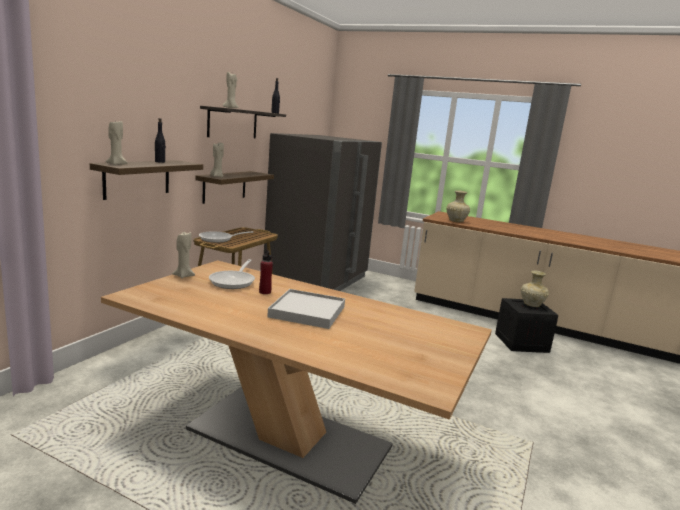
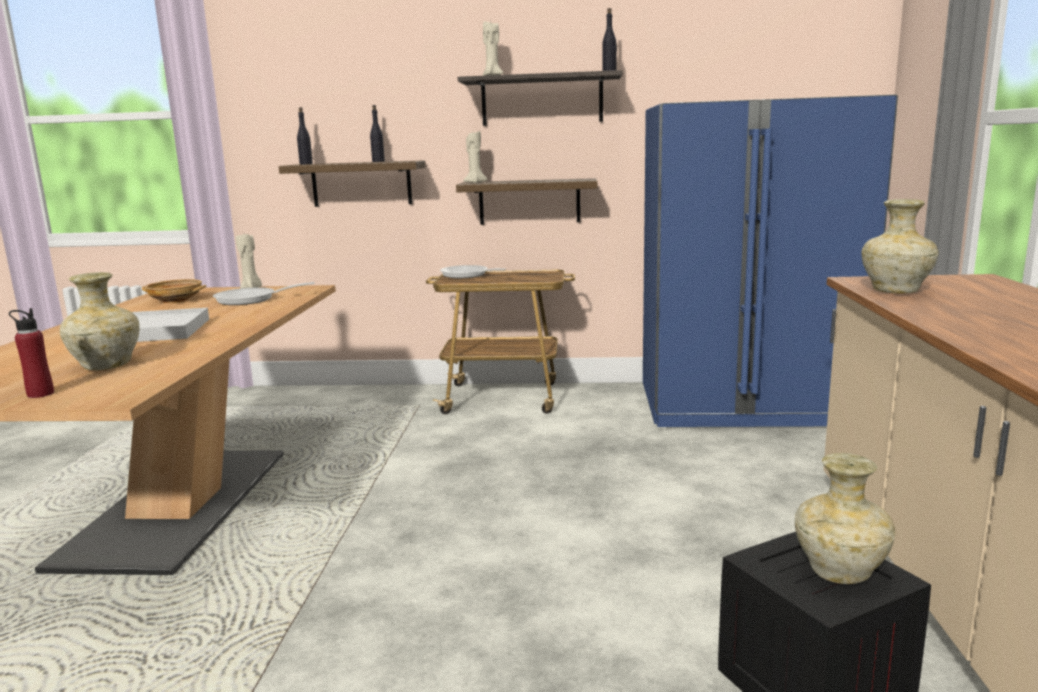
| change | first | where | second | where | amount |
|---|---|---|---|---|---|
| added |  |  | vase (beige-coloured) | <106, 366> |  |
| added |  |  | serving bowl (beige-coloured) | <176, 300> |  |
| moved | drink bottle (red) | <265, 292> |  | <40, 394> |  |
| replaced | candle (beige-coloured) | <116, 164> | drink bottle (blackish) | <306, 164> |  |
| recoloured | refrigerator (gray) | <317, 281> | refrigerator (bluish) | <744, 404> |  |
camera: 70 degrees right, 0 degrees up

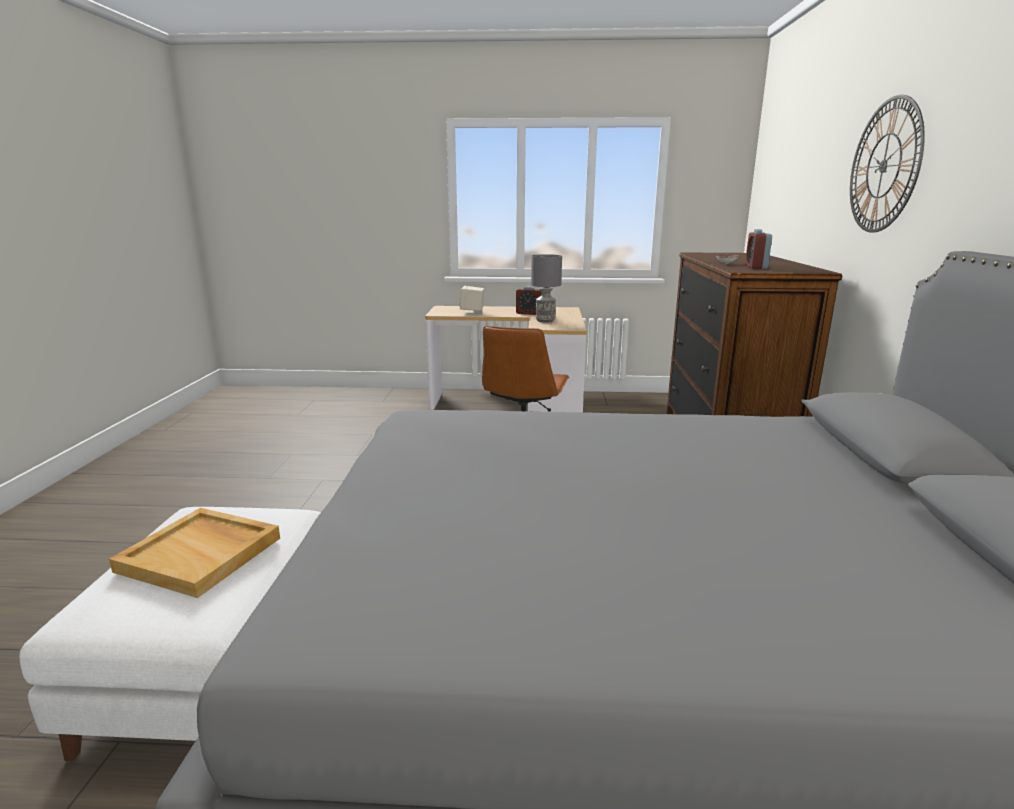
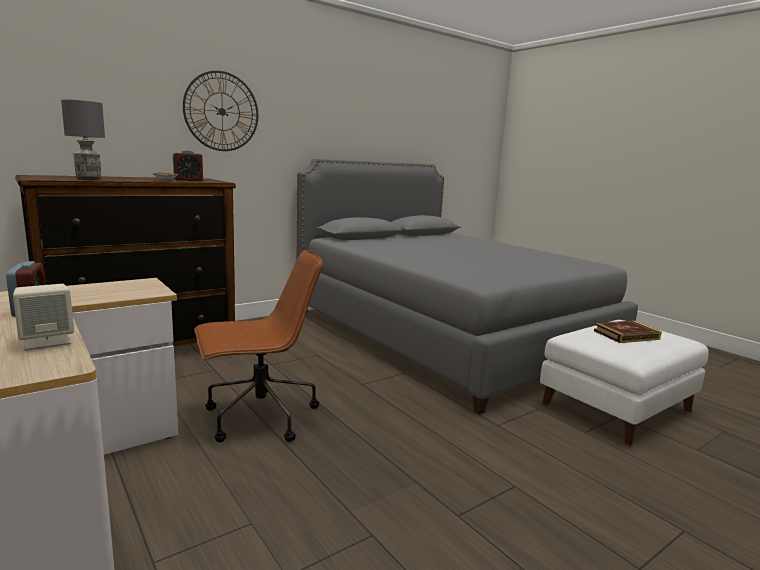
| change | first | where | second | where | amount |
|---|---|---|---|---|---|
| moved | tabletop lamp (gray) | <545, 321> |  | <89, 179> |  |
| replaced | serving tray (beige-coloured) | <202, 554> | bound book | <626, 335> |  |
camera: 130 degrees left, 5 degrees down

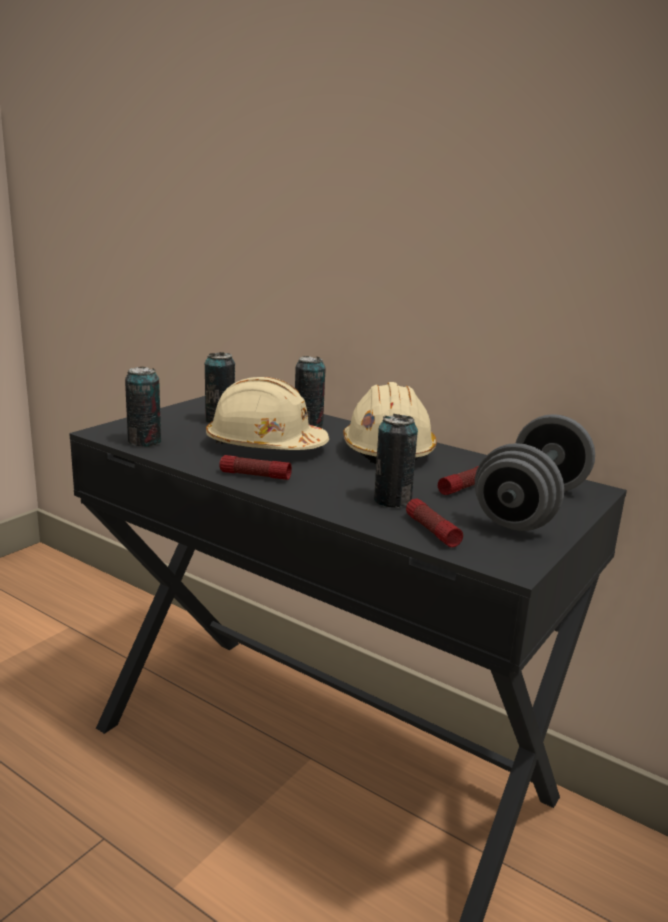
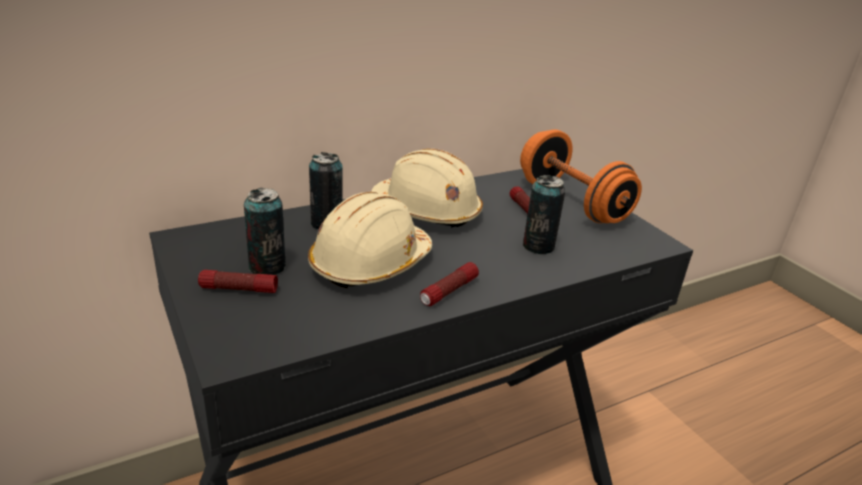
| change | first | where | second | where | amount |
|---|---|---|---|---|---|
| removed | can | <144, 442> |  |  |  |
| moved | torch | <431, 531> |  | <238, 289> |  |
| recoloured | free weight (gray) | <531, 507> | free weight (orange-coloured) | <572, 202> |  |
camera: 65 degrees left, 10 degrees up

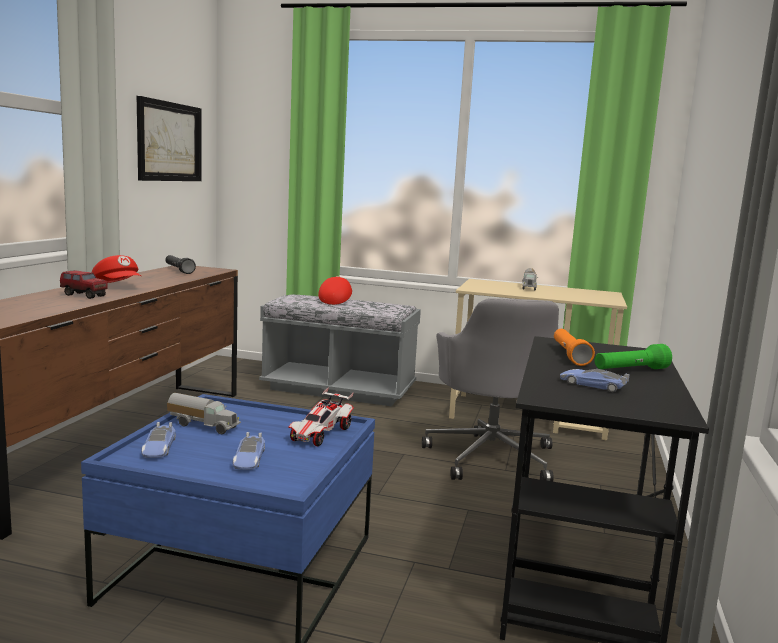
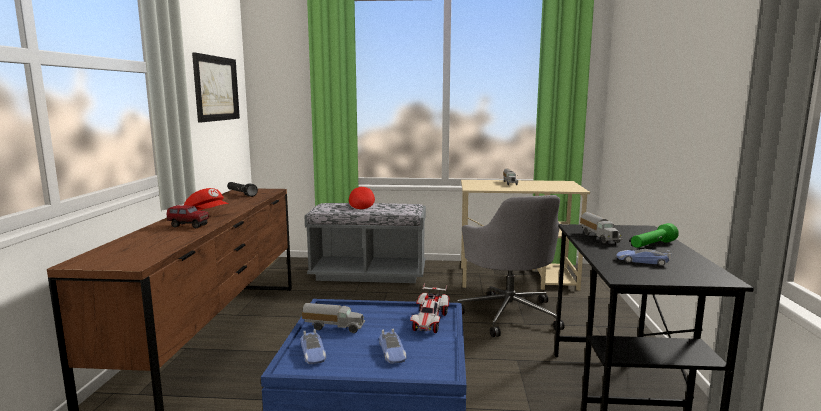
| change | first | where | second | where | amount |
|---|---|---|---|---|---|
| replaced | torch (orange-coloured) | <569, 355> | toy lorry | <599, 237> |  |
camera: 10 degrees left, 0 degrees up

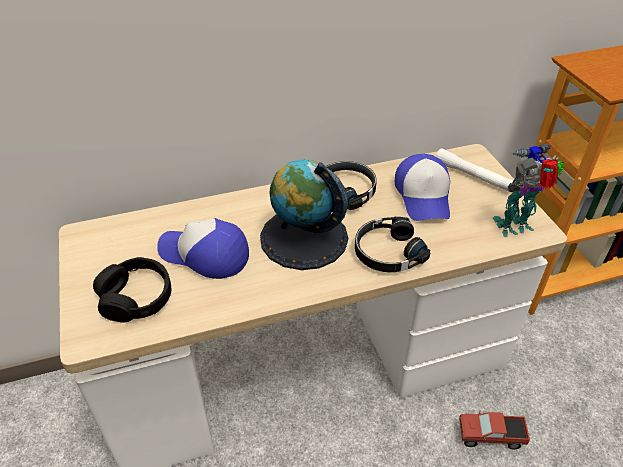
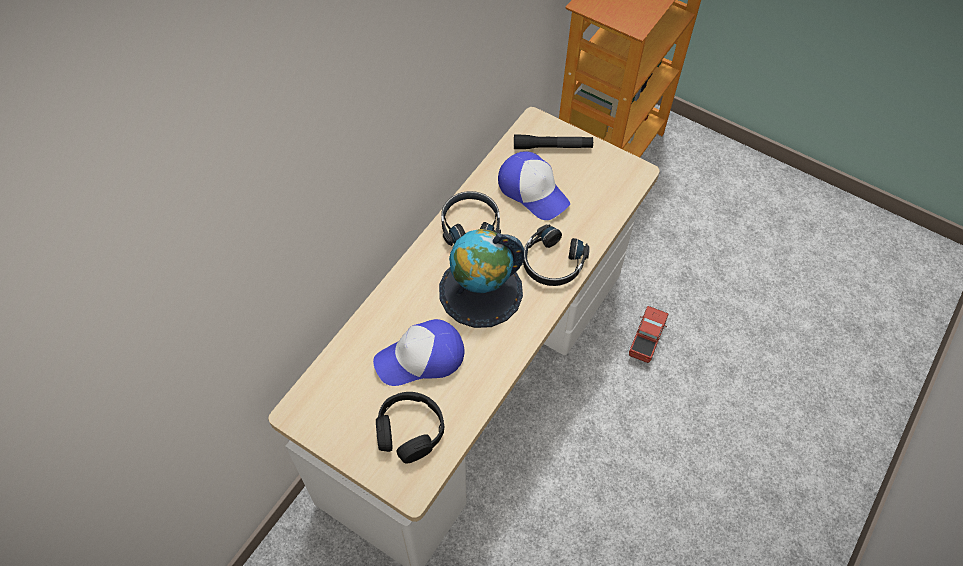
| change | first | where | second | where | amount |
|---|---|---|---|---|---|
| removed | toy robot | <516, 227> |  |  |  |
| recoloured | torch (whitish) | <473, 176> | torch (blackish) | <552, 147> |  |
| turned | toy lorry | <490, 436> |  | <646, 339> | 150 degrees clockwise |
camera: 40 degrees left, 15 degrees up

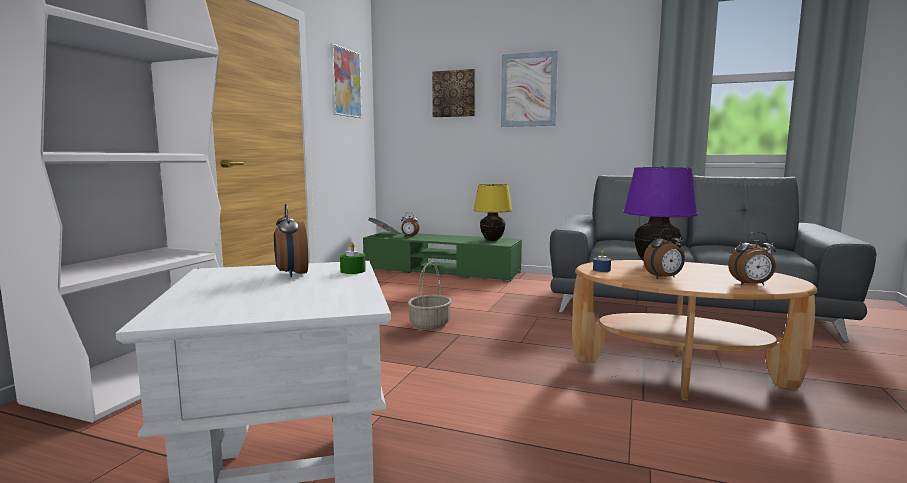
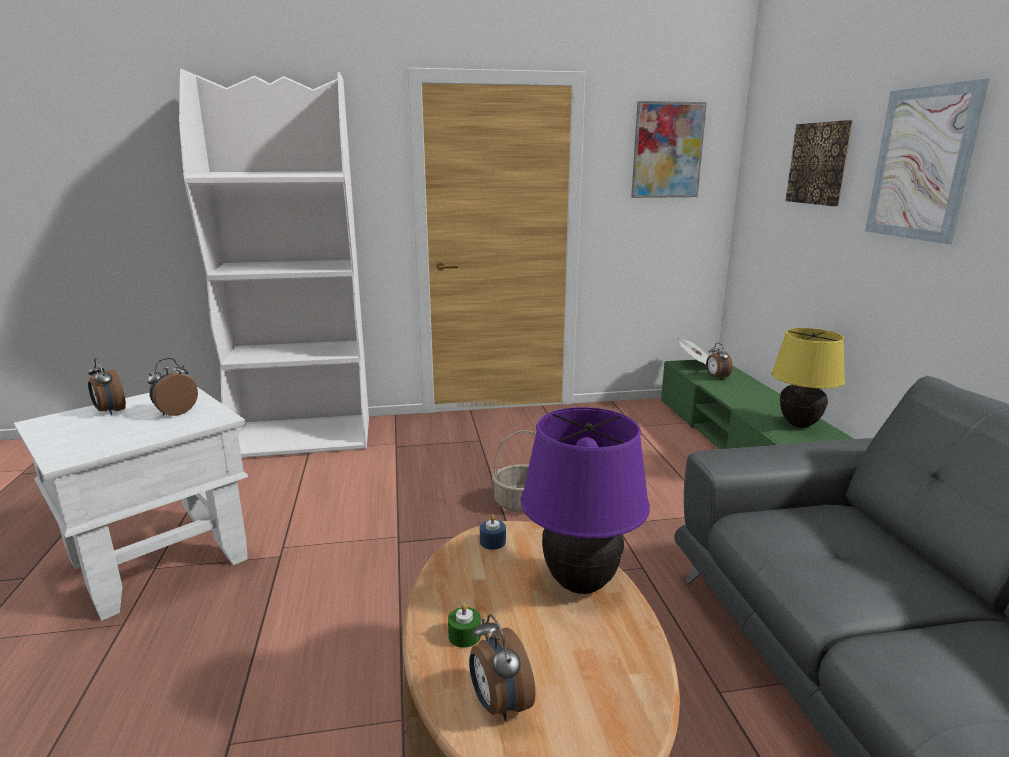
| change | first | where | second | where | amount |
|---|---|---|---|---|---|
| moved | candle (greenish) | <353, 271> |  | <464, 635> |  |
| moved | table clock | <664, 277> |  | <110, 411> |  |
camera: 60 degrees right, 10 degrees up

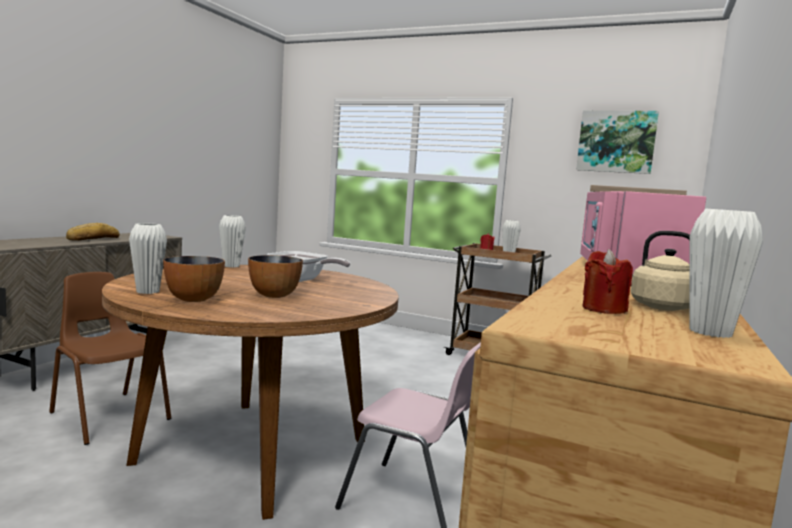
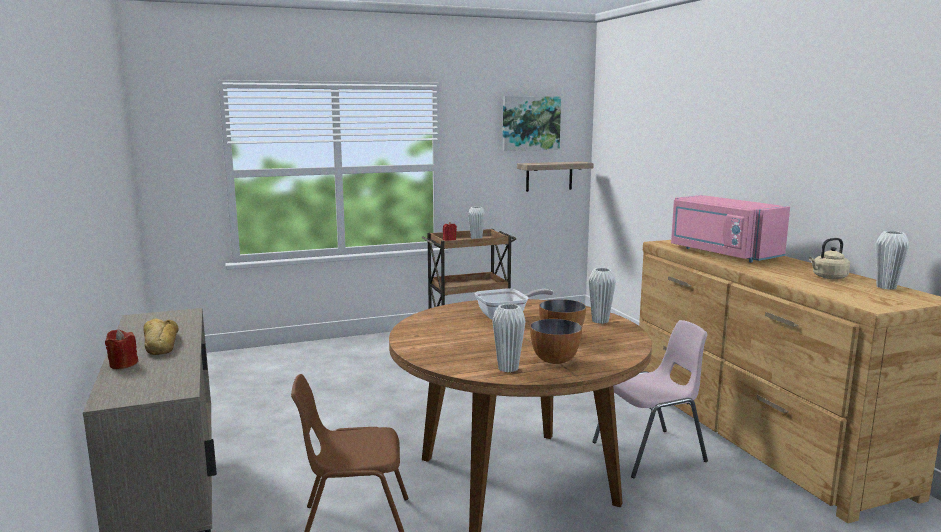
| change | first | where | second | where | amount |
|---|---|---|---|---|---|
| moved | vase (whitish) | <231, 266> |  | <600, 321> |  |
| moved | candle (red) | <603, 309> |  | <123, 364> |  |
camera: 45 degrees left, 5 degrees up

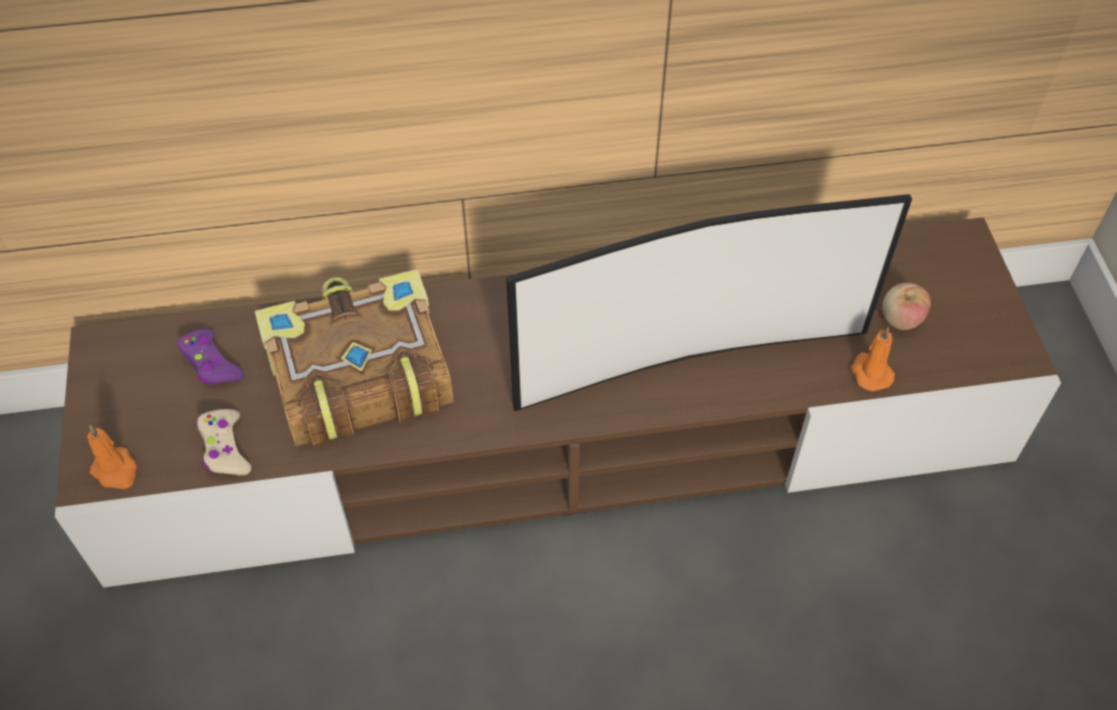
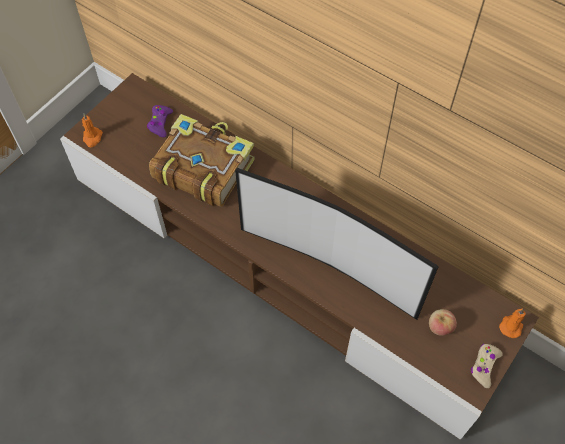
| change | first | where | second | where | amount |
|---|---|---|---|---|---|
| moved | gamepad (beige-coloured) | <225, 448> |  | <484, 366> |  |
| moved | candle (orange-coloured) | <870, 372> |  | <511, 326> |  |
camera: 45 degrees right, 5 degrees up

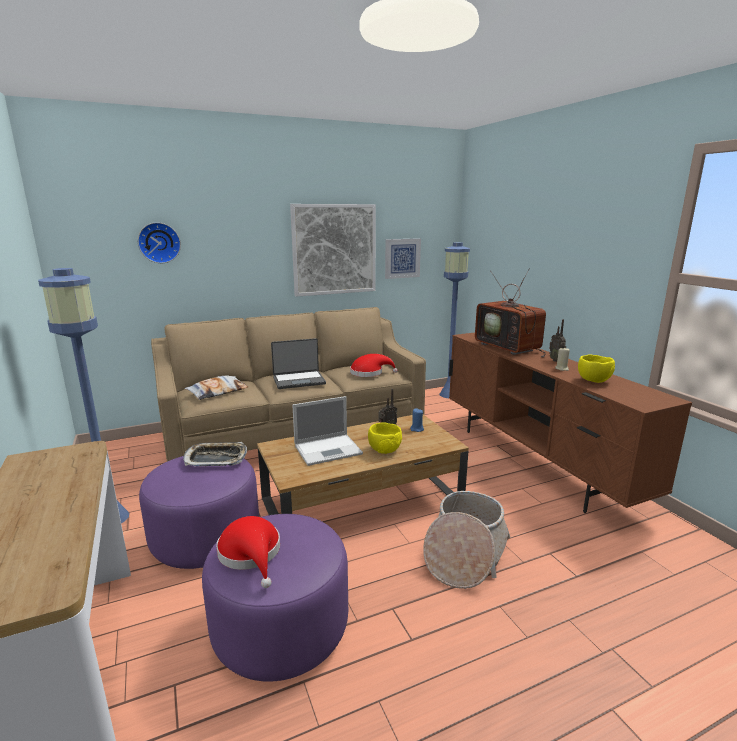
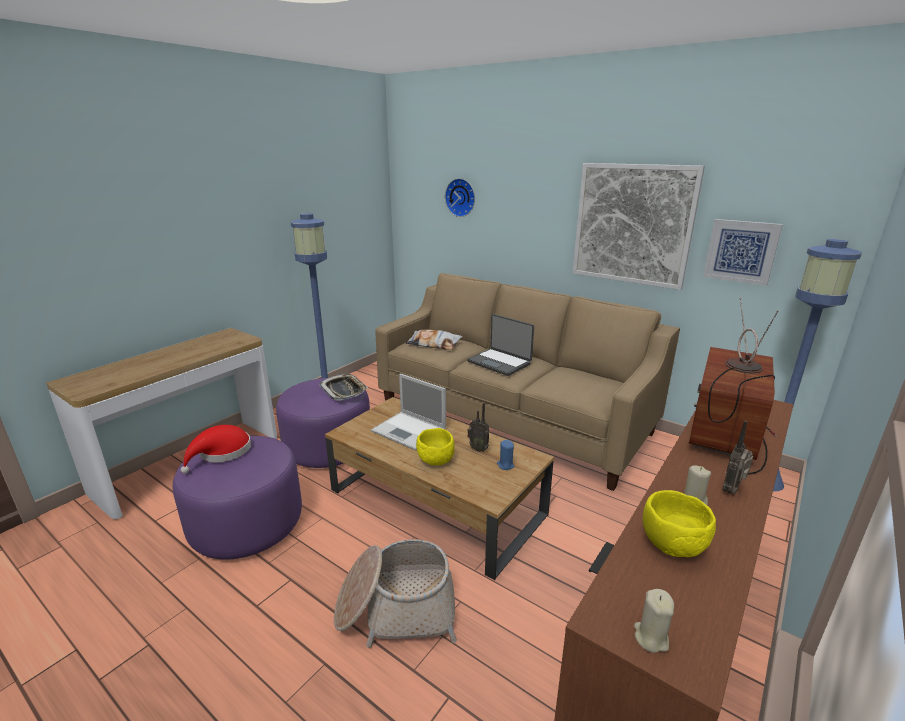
| change | first | where | second | where | amount |
|---|---|---|---|---|---|
| removed | clothing hat (red) | <369, 373> |  |  |  |
| added |  |  | candle (beige-coloured) | <651, 637> |  |
camera: 60 degrees right, 5 degrees up

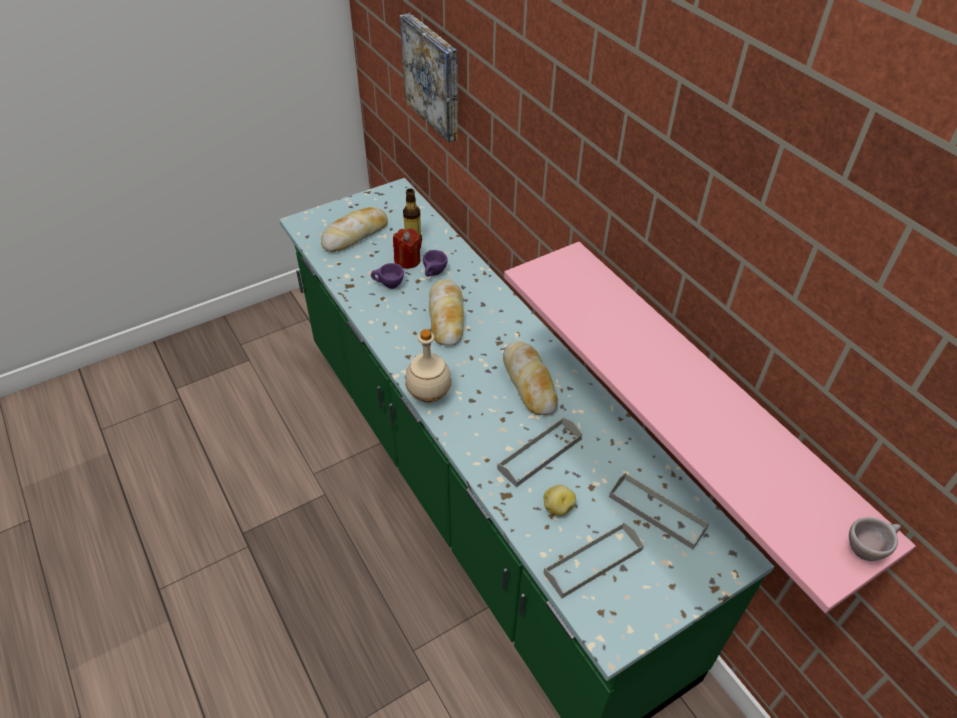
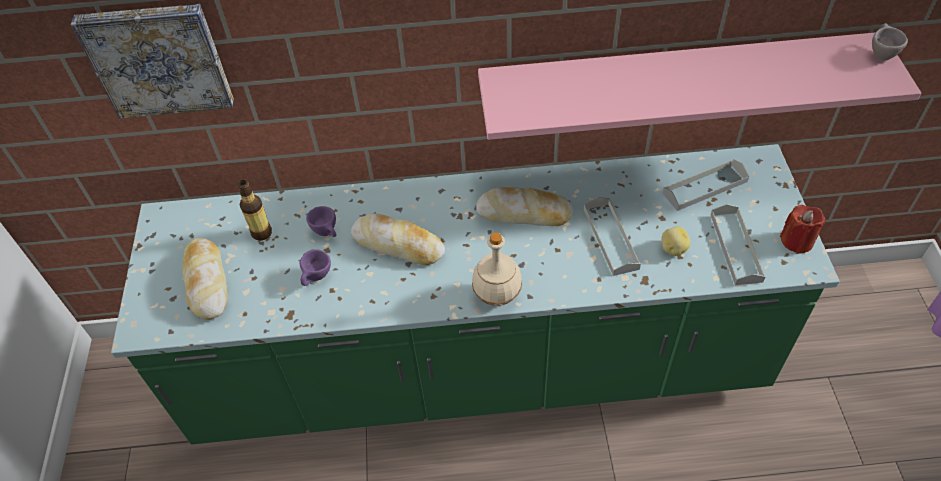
| change | first | where | second | where | amount |
|---|---|---|---|---|---|
| moved | candle (red) | <407, 260> |  | <797, 241> |  |
camera: 60 degrees left, 5 degrees up

